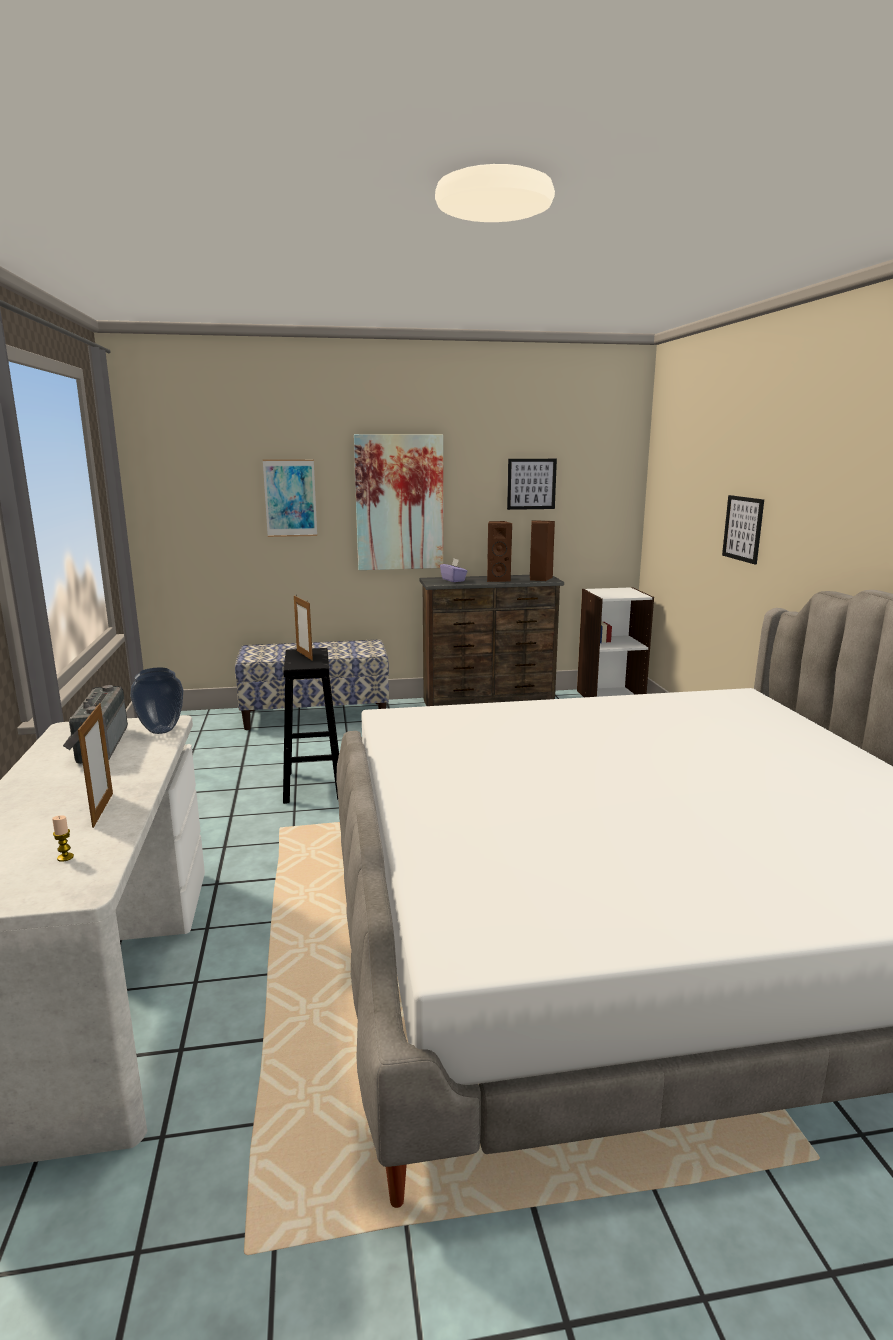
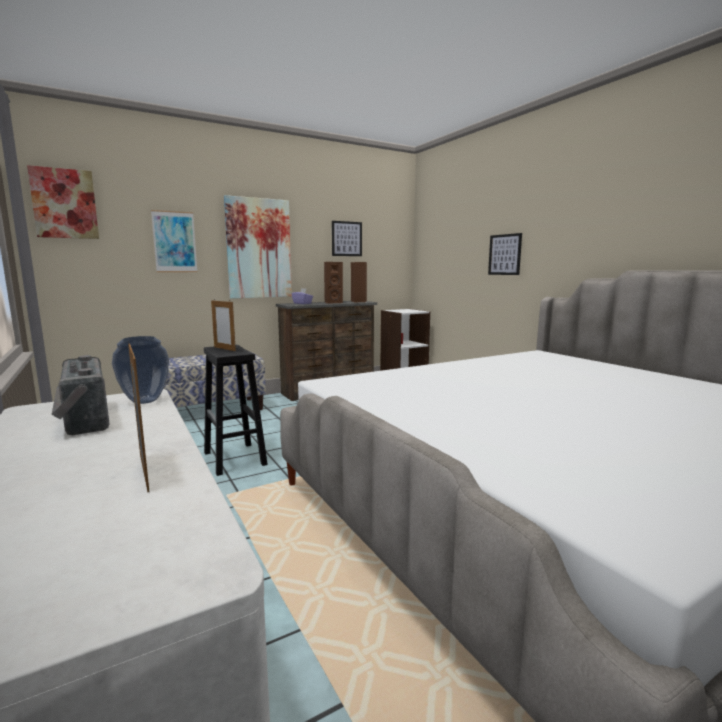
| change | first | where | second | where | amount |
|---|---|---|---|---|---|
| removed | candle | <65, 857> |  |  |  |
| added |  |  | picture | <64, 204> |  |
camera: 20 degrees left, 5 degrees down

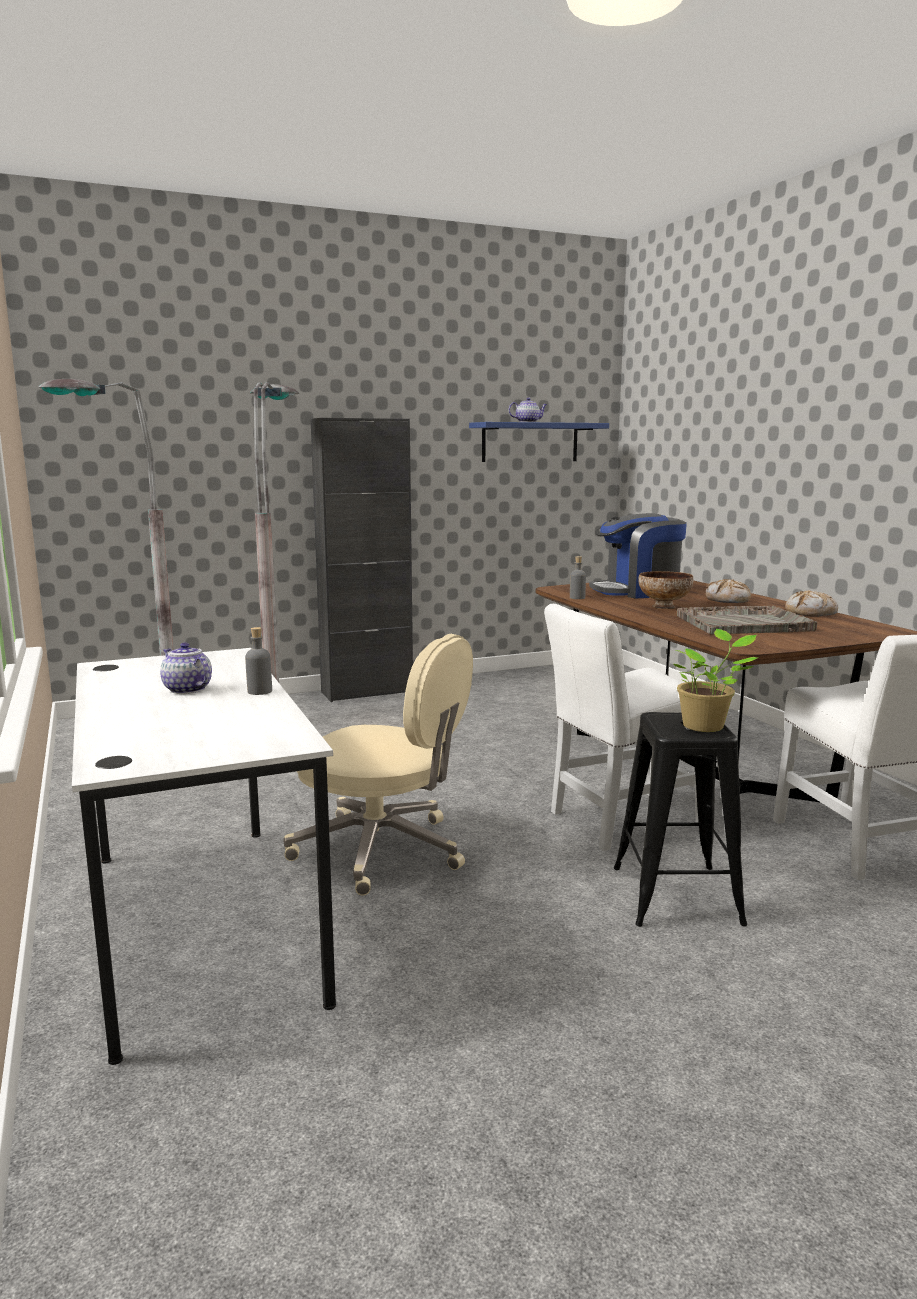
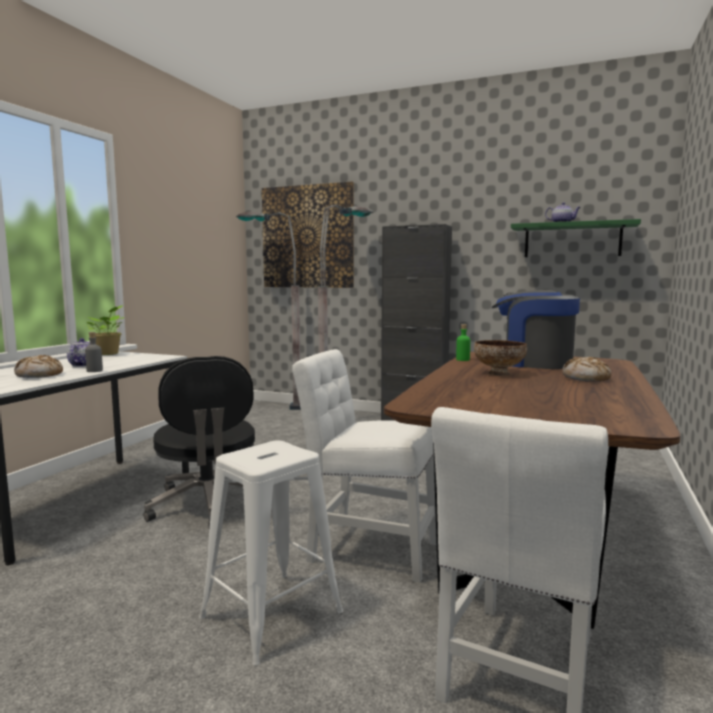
| change | first | where | second | where | amount |
|---|---|---|---|---|---|
| removed | serving tray (gray) | <745, 623> |  |  |  |
| added |  |  | picture | <307, 237> |  |
| moved | houseplant | <706, 726> |  | <108, 354> |  |
| moved | bread | <811, 613> |  | <39, 375> |  |
| recoloured | computer chair (beige-coloured) | <382, 851> | computer chair (blackish) | <208, 504> |  |
| recoloured | bracket shelf (bluish) | <530, 442> | bracket shelf (greenish) | <572, 240> |  |
| recoloured | drink bottle (gray) | <577, 598> | drink bottle (greenish) | <462, 360> |  |
| recoloured | sitting stool (blackish) | <675, 894> | sitting stool (whitish) | <272, 614> |  |
camera: 45 degrees right, 5 degrees down

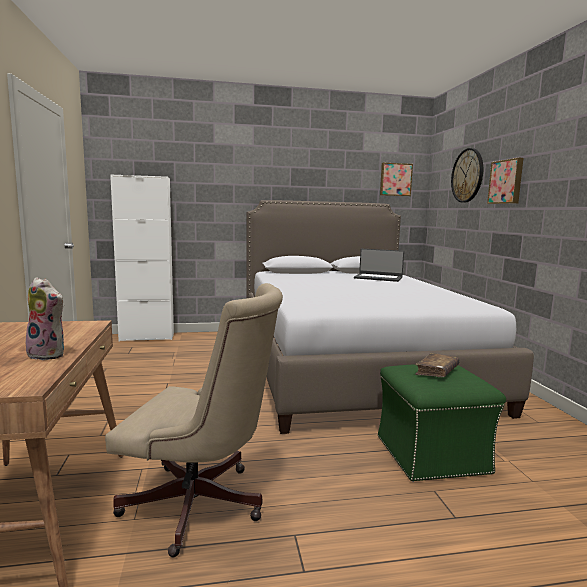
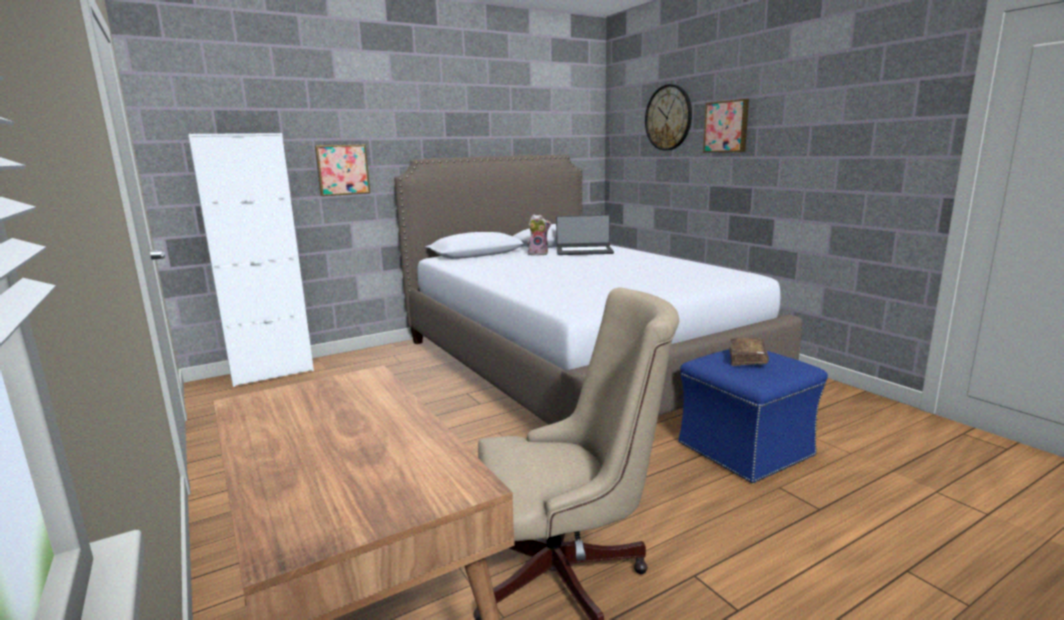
| change | first | where | second | where | amount |
|---|---|---|---|---|---|
| moved | cuddly toy | <49, 354> |  | <538, 254> |  |
| moved | picture | <395, 179> |  | <342, 170> |  |
| recoloured | pouffe (greenish) | <433, 454> | pouffe (bluish) | <746, 449> |  |
camera: 20 degrees left, 5 degrees up

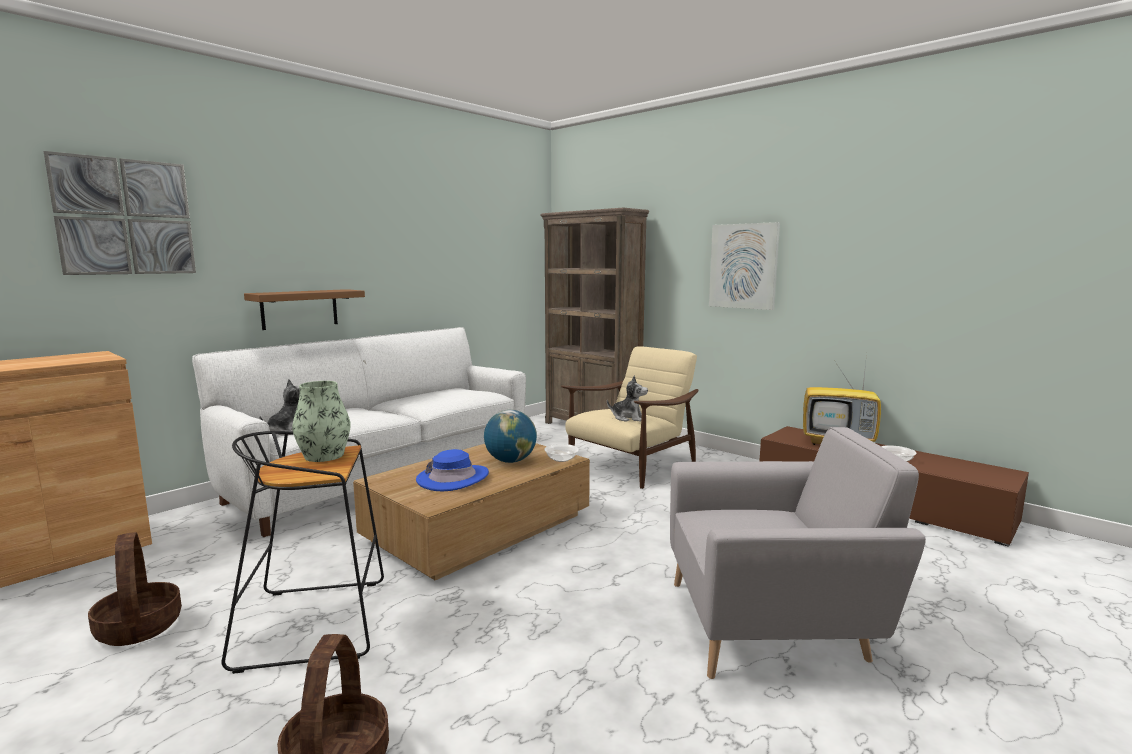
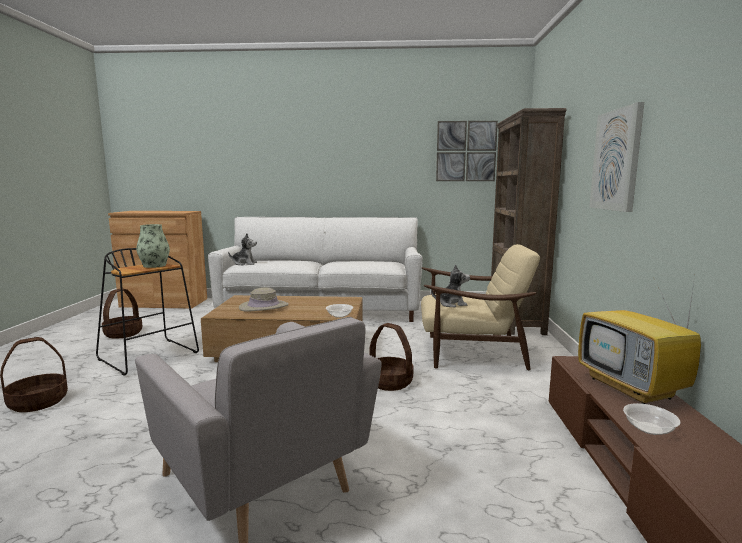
| change | first | where | second | where | amount |
|---|---|---|---|---|---|
| removed | bracket shelf (brown) | <299, 309> |  |  |  |
| removed | world globe | <510, 461> |  |  |  |
| added |  |  | basket | <390, 382> |  |
| moved | picture | <125, 217> |  | <466, 151> |  |
| recoloured | clothing hat (bluish) | <452, 478> | clothing hat (beige-coloured) | <264, 307> |  |
| turned | cuddly toy | <628, 418> |  | <450, 304> | 75 degrees counterclockwise |
camera: 50 degrees right, 0 degrees up

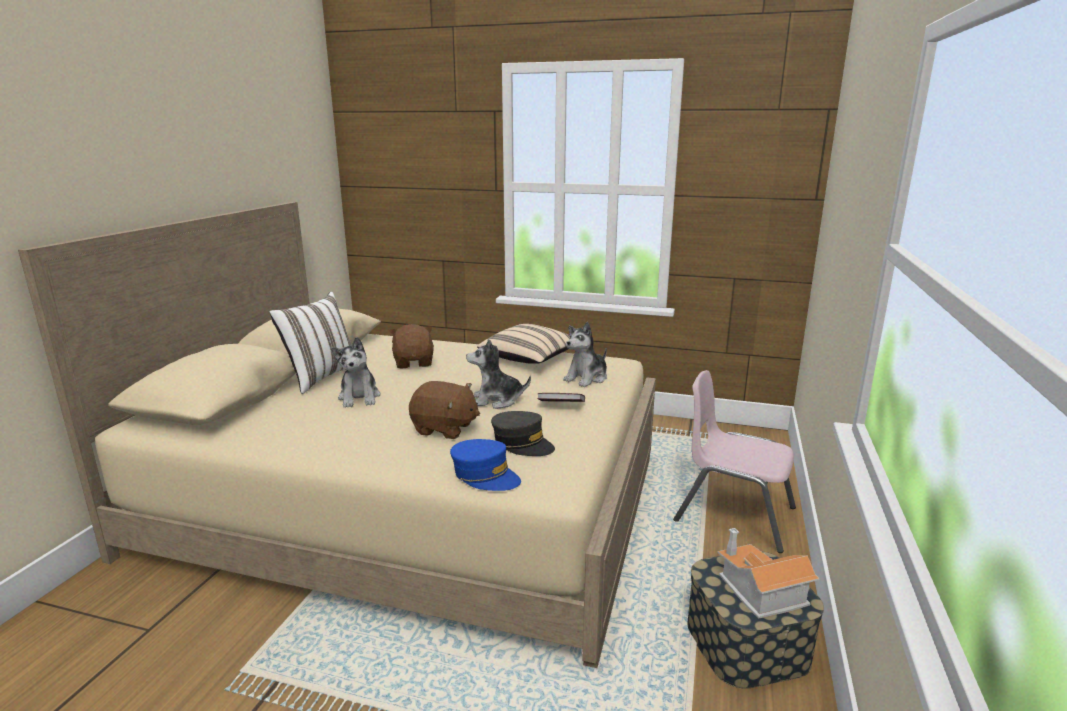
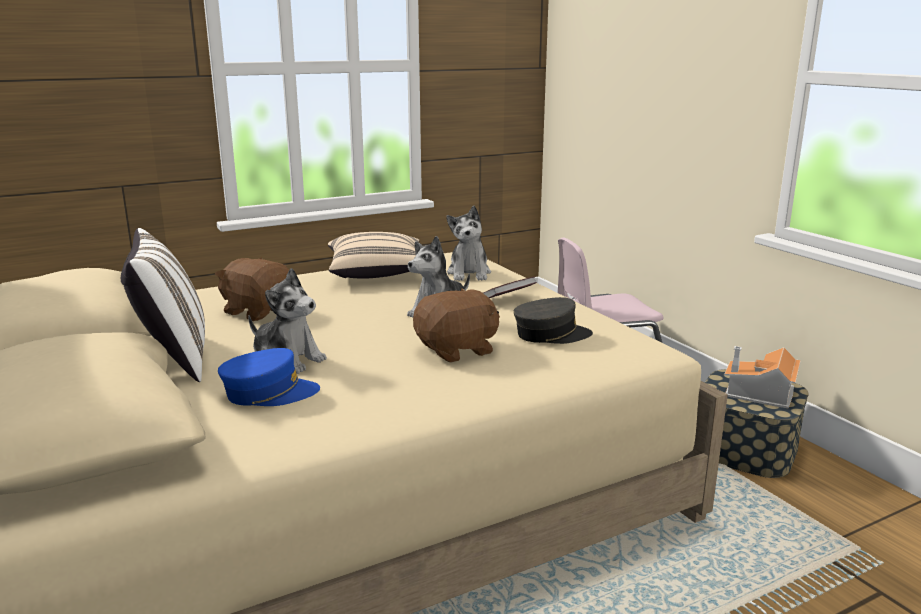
| change | first | where | second | where | amount |
|---|---|---|---|---|---|
| moved | baseball cap (bluish) | <485, 475> |  | <269, 393> |  |
camera: 45 degrees left, 0 degrees up

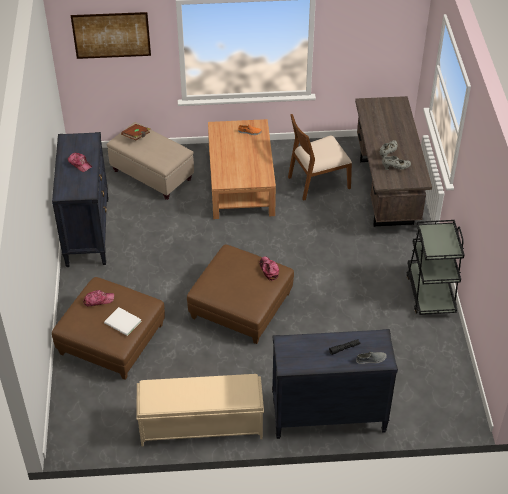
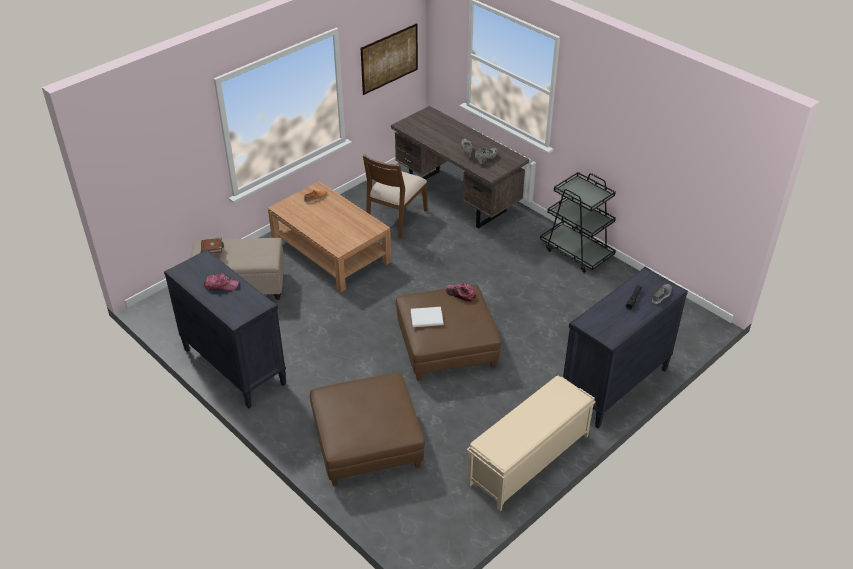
| change | first | where | second | where | amount |
|---|---|---|---|---|---|
| removed | baseball cap | <98, 300> |  |  |  |
| moved | picture | <111, 35> |  | <389, 58> |  |
| moved | bound book (whitish) | <123, 323> |  | <428, 318> |  |
camera: 40 degrees left, 5 degrees down

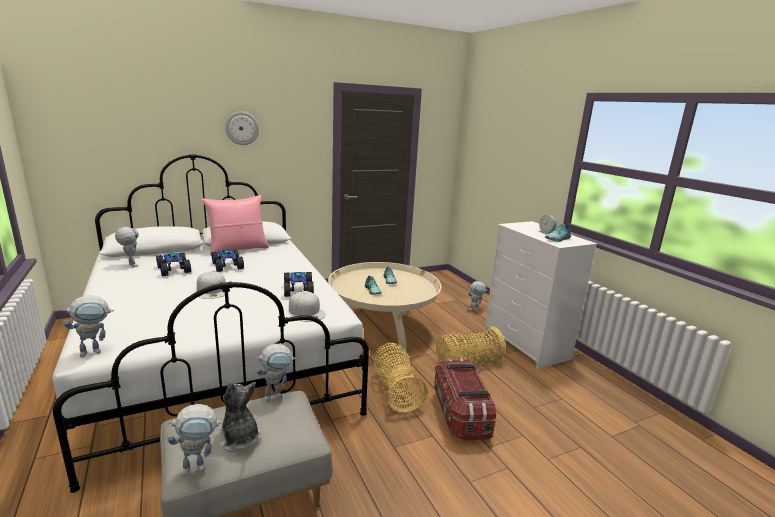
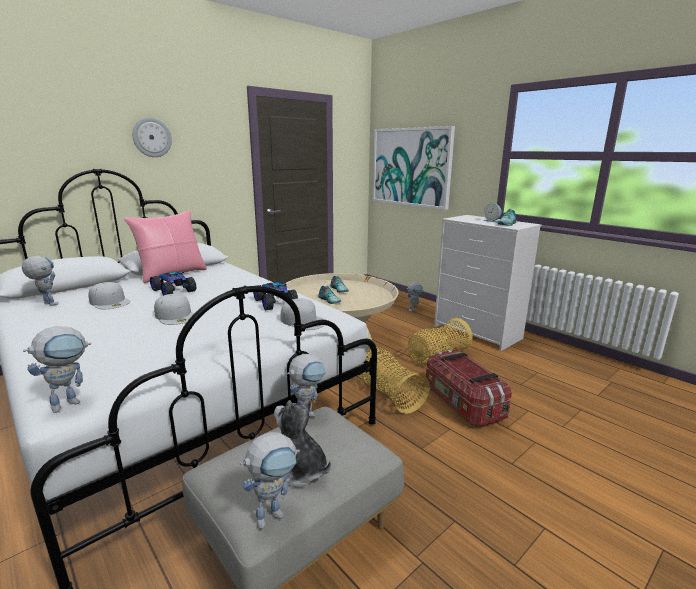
| change | first | where | second | where | amount |
|---|---|---|---|---|---|
| added |  |  | picture | <411, 167> |  |
| replaced | miniature car | <174, 270> | baseball cap (whitish) | <110, 302> |  |
camera: 15 degrees left, 0 degrees up

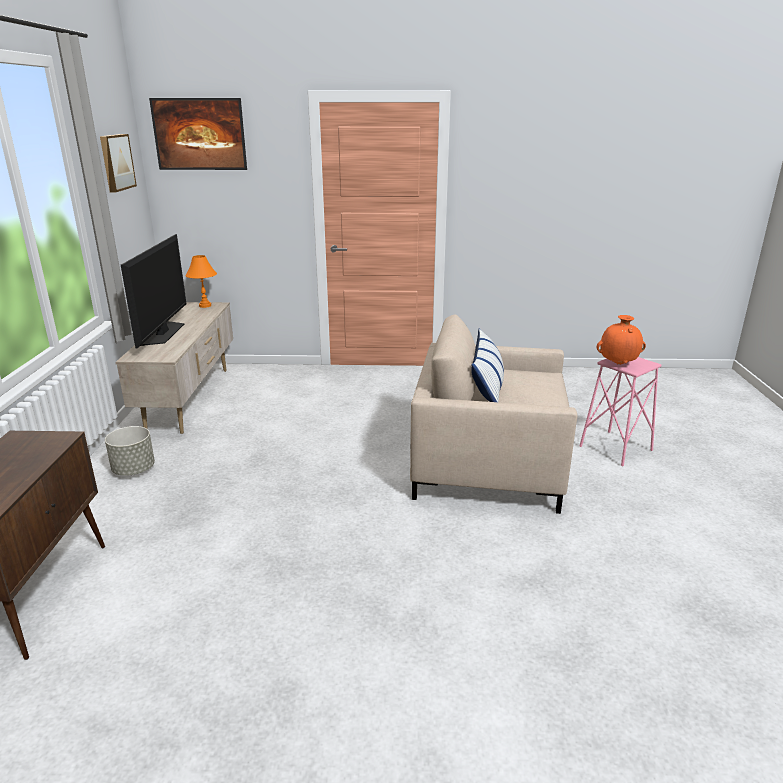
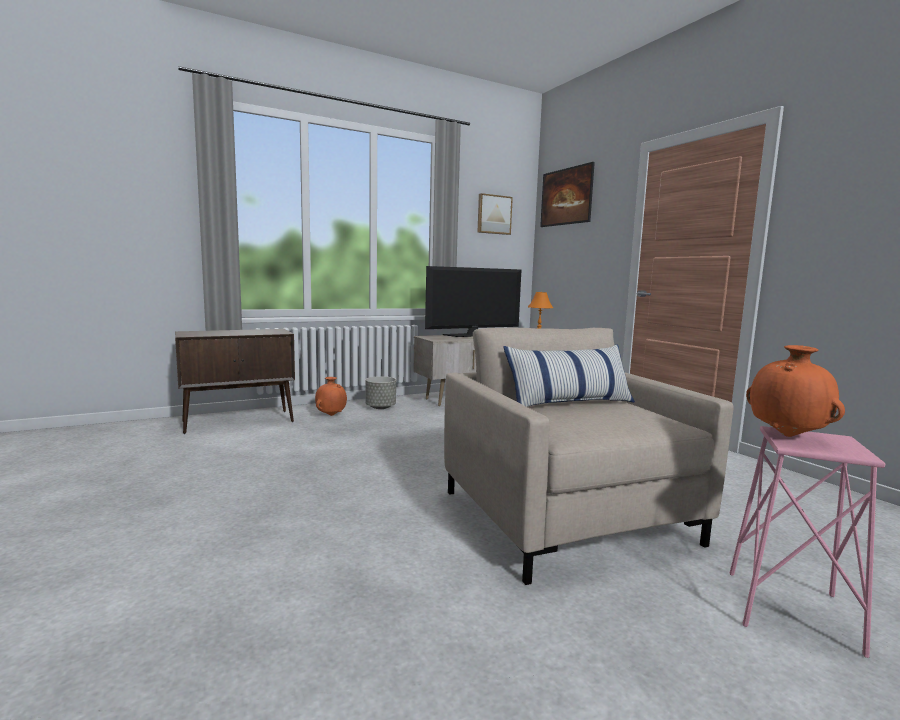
| change | first | where | second | where | amount |
|---|---|---|---|---|---|
| added |  |  | vase (orange-coloured) | <331, 415> |  |
camera: 60 degrees right, 15 degrees down

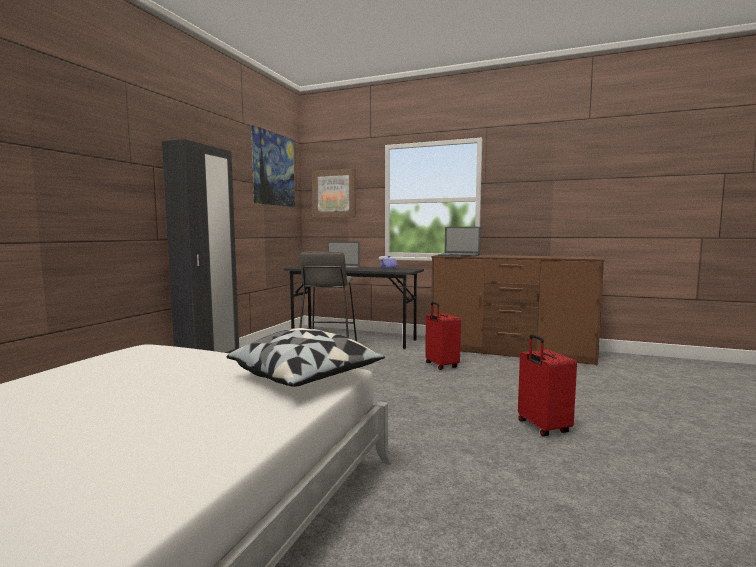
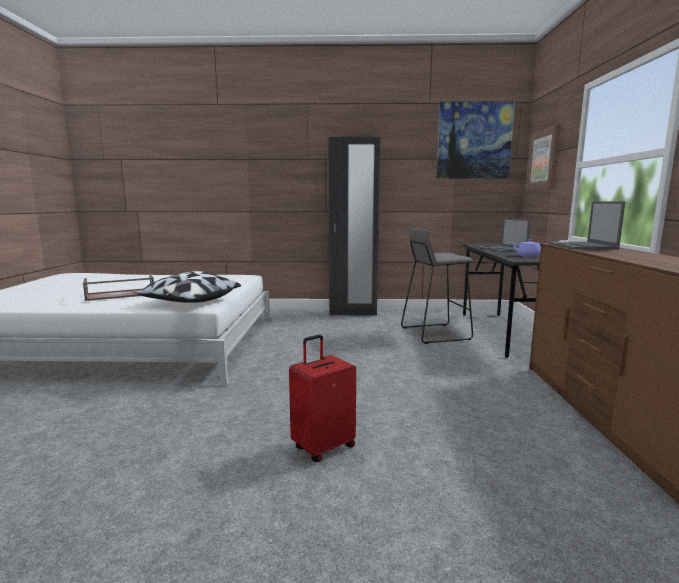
| change | first | where | second | where | amount |
|---|---|---|---|---|---|
| removed | piece of luggage (red) | <441, 365> |  |  |  |
| added |  |  | serving tray (brown) | <120, 294> |  |
camera: 70 degrees right, 5 degrees up

